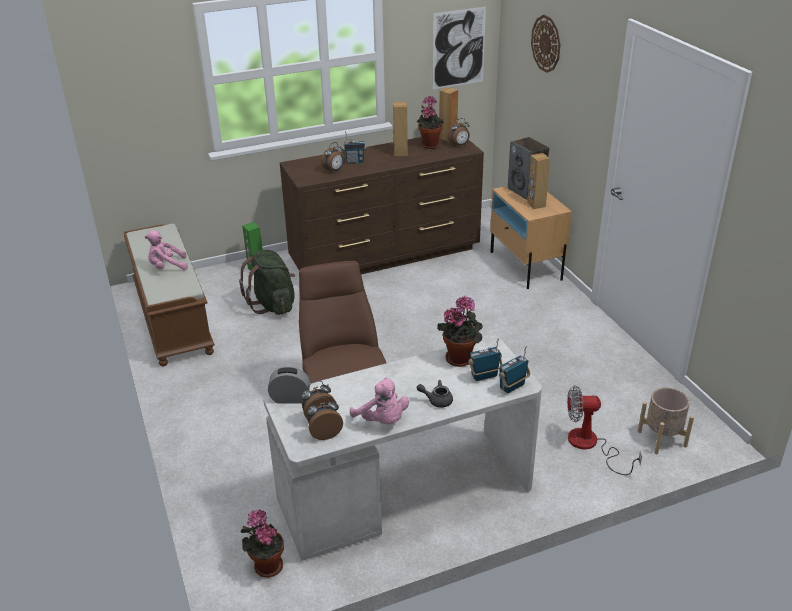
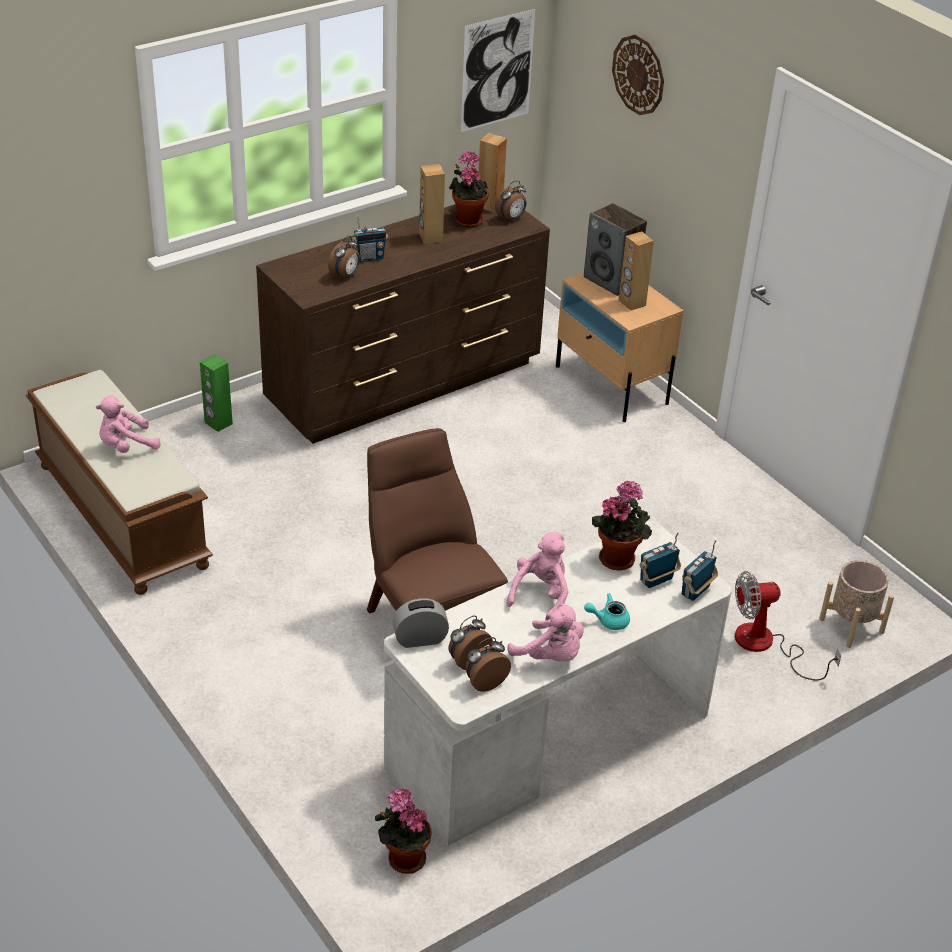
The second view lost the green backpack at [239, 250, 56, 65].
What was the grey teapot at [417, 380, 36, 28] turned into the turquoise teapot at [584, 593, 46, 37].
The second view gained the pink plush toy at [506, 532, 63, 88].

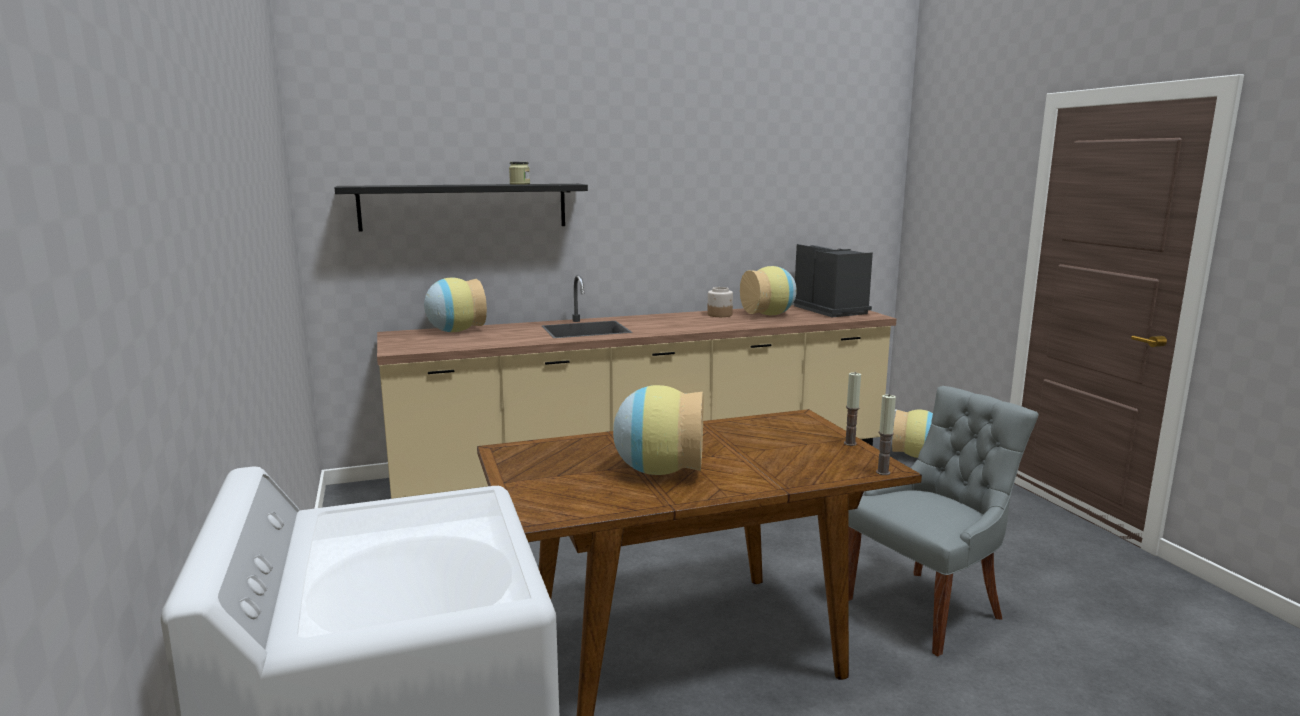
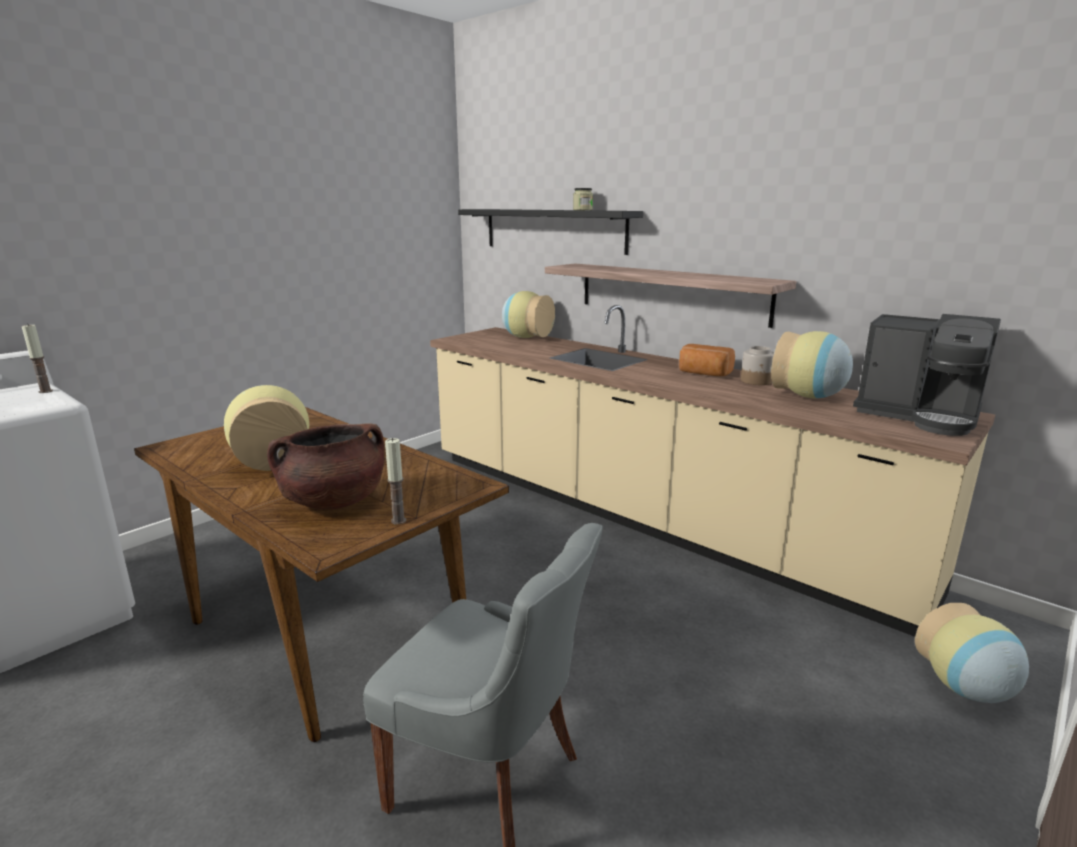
The coffee machine at [794, 244, 79, 73] ended up facing another way, 90 degrees clockwise from before.
The candle ended up elsewhere, having gone from [876, 394, 20, 81] to [22, 323, 31, 70].
The second view gained the brown cooking pot at [267, 423, 117, 86].
The second view gained the shelf at [545, 264, 252, 64].
The second view gained the bread at [679, 344, 56, 32].

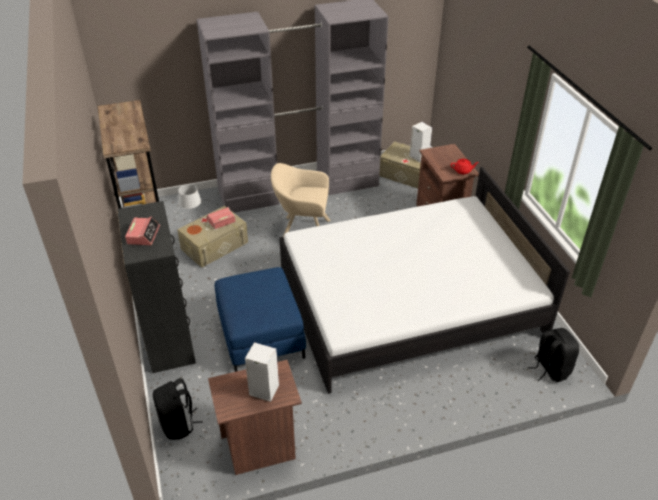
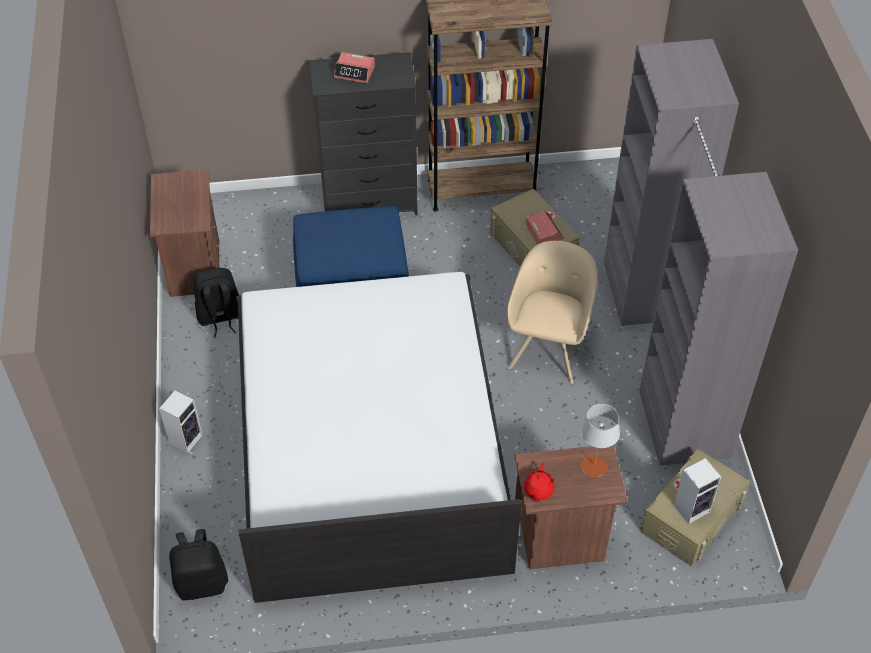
The black backpack ended up elsewhere, having gone from [153, 378, 50, 62] to [193, 268, 46, 70].
The grey table lamp ended up elsewhere, having gone from [178, 184, 24, 51] to [581, 404, 39, 73].
The speaker ended up elsewhere, having gone from [245, 342, 34, 60] to [159, 390, 44, 63].

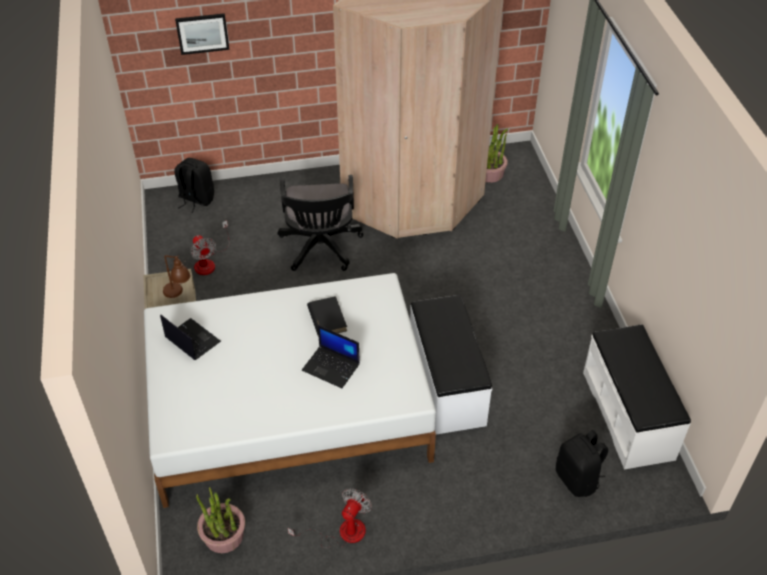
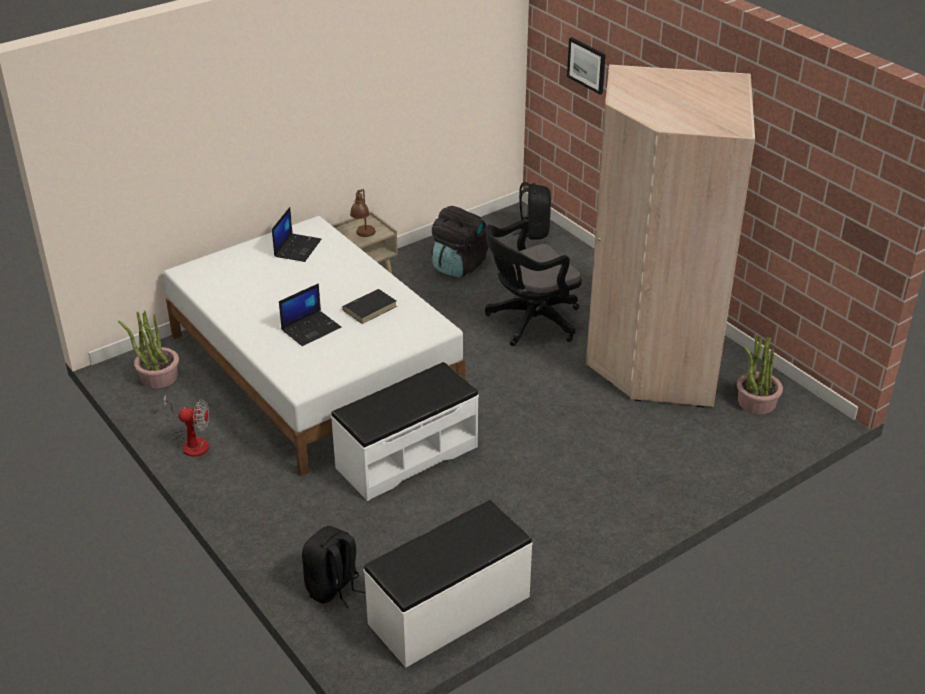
Where the fan stood at [190, 221, 39, 54], the black backpack came to stand at [431, 206, 57, 71].
The laptop at [302, 325, 58, 63] ended up facing another way, 135 degrees counterclockwise from before.

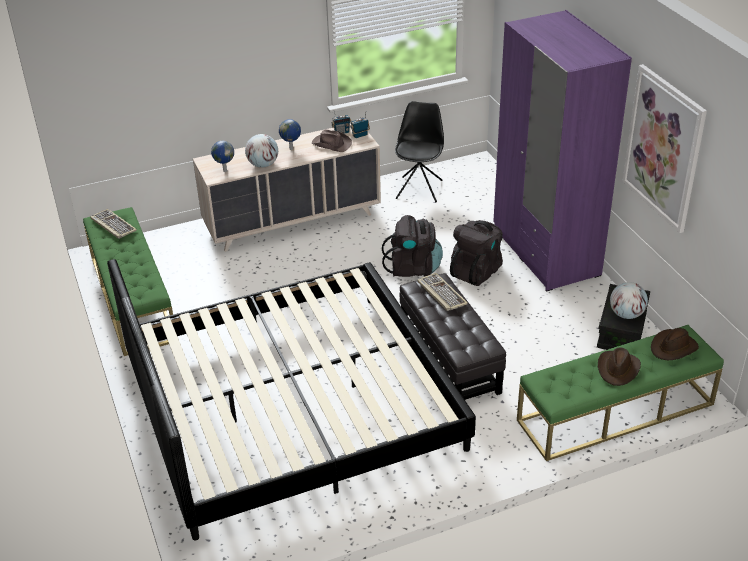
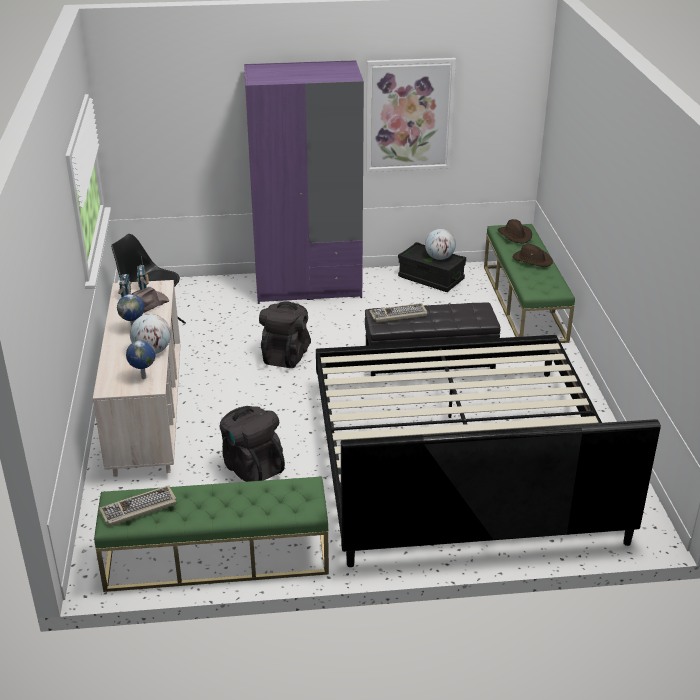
The black backpack ended up elsewhere, having gone from [450, 220, 53, 66] to [220, 406, 65, 76].

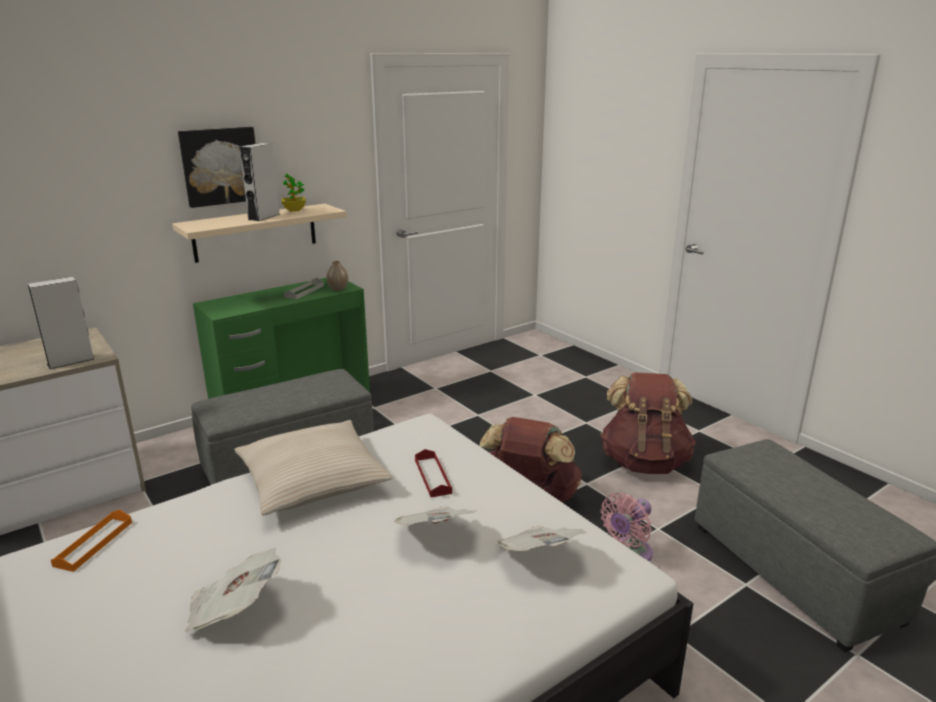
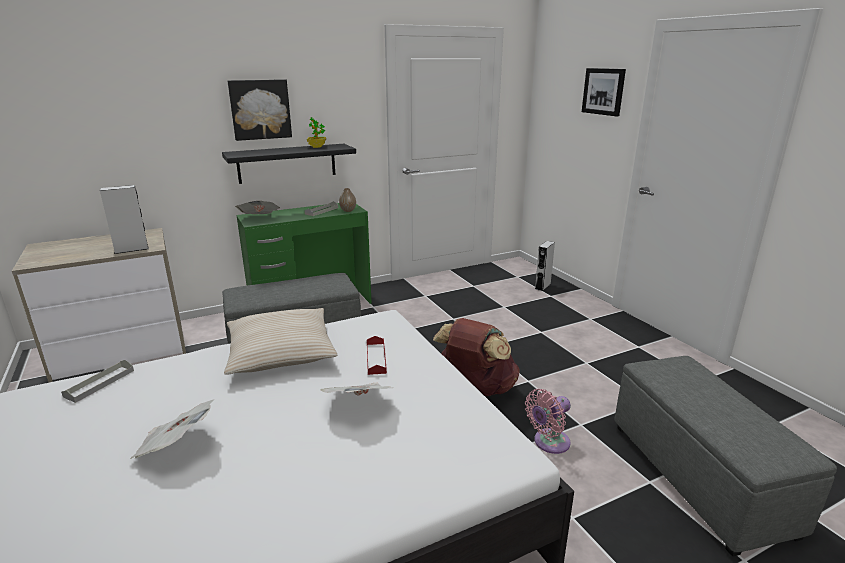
What was the orange tray at [51, 510, 81, 62] turned into the grey tray at [61, 360, 73, 43].
What was the beige shelf at [172, 204, 174, 59] turned into the black shelf at [222, 144, 134, 40].
The grey speaker ended up elsewhere, having gone from [239, 143, 41, 78] to [535, 241, 20, 50].
The newspaper ended up elsewhere, having gone from [497, 526, 90, 25] to [235, 201, 45, 13].
The second view lost the brown backpack at [600, 372, 96, 102].
The second view gained the picture at [582, 68, 44, 48].

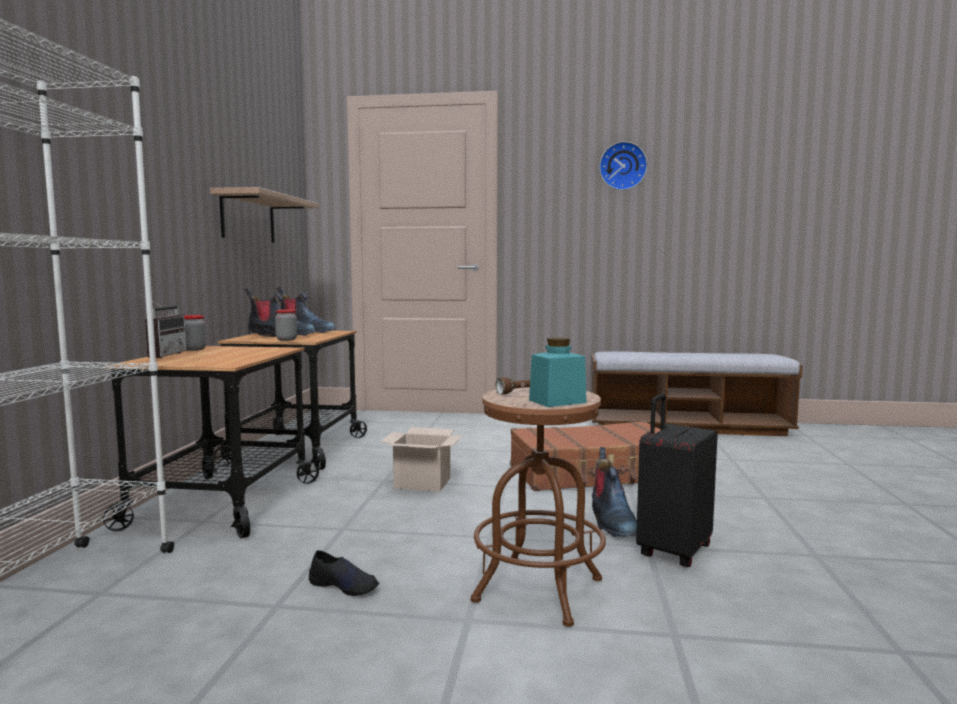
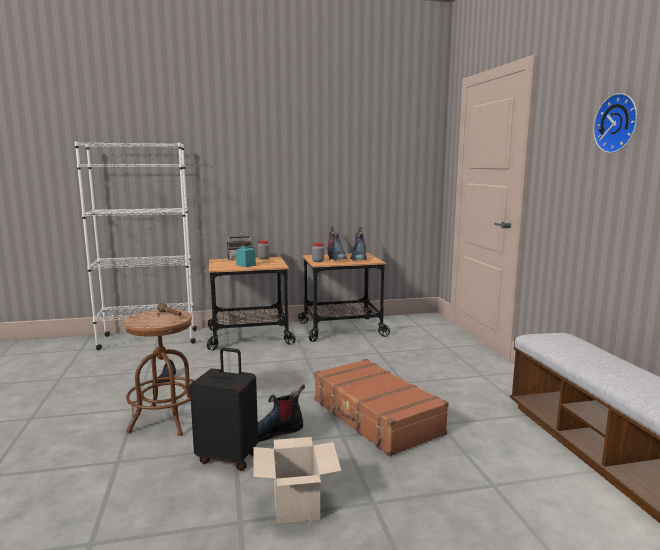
The second view lost the shelf at [210, 187, 108, 56].
The cardboard box ended up elsewhere, having gone from [381, 427, 81, 65] to [253, 437, 88, 87].
The turquoise jar ended up elsewhere, having gone from [529, 337, 58, 70] to [236, 243, 20, 24].

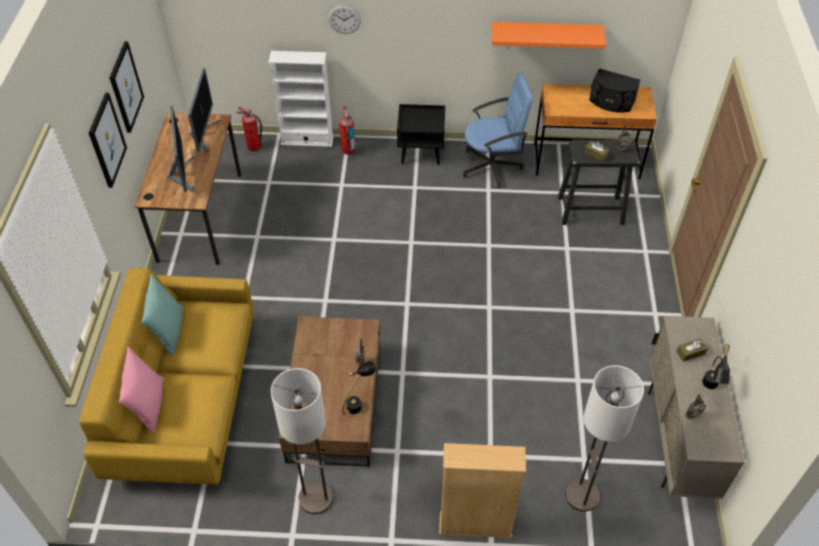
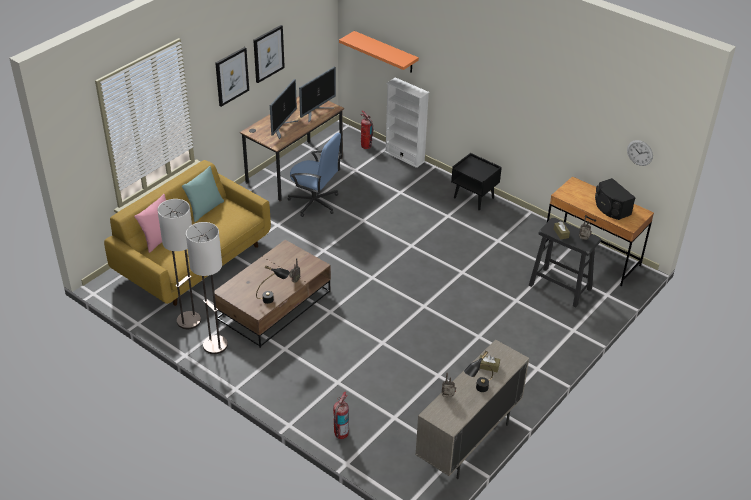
The wall clock ended up elsewhere, having gone from [328, 5, 33, 29] to [627, 140, 26, 26].
The fire extinguisher ended up elsewhere, having gone from [339, 106, 16, 49] to [333, 391, 16, 48].
The second view lost the beige bookcase at [439, 443, 87, 95].
The blue office chair ended up elsewhere, having gone from [463, 73, 70, 115] to [288, 133, 54, 84].
The orange shelf ended up elsewhere, having gone from [492, 22, 114, 27] to [339, 31, 80, 42].
The floor lamp ended up elsewhere, having gone from [565, 365, 79, 147] to [157, 199, 44, 130].

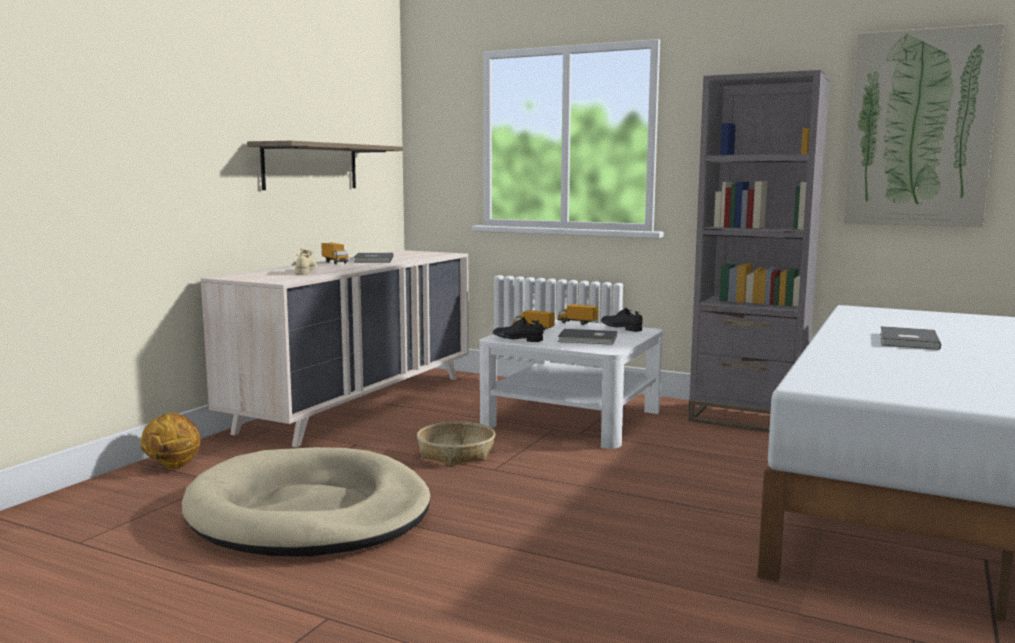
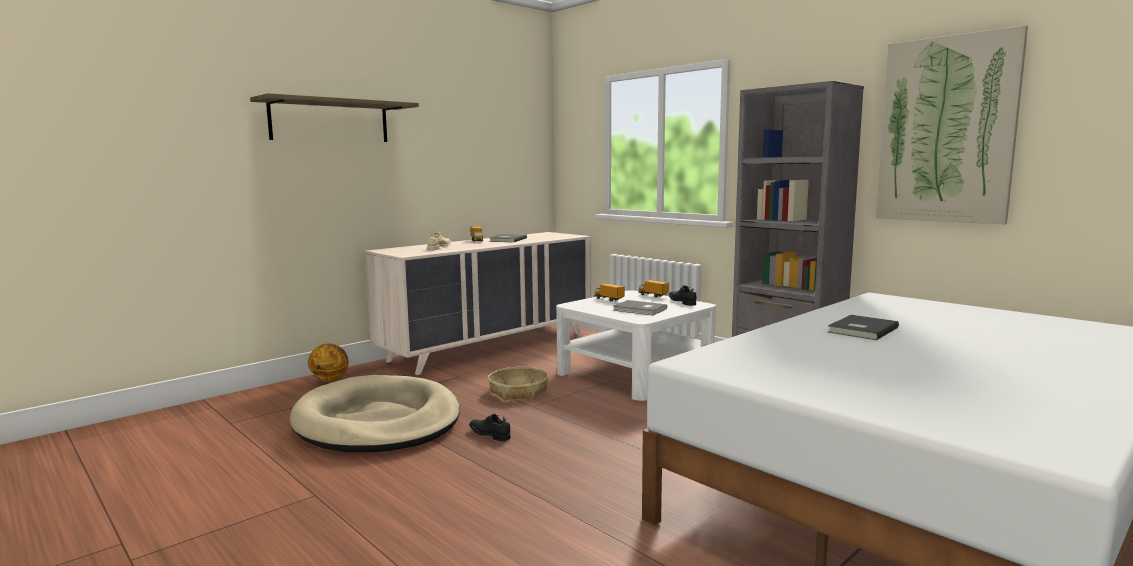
The shelf ended up elsewhere, having gone from [247, 141, 156, 49] to [250, 93, 169, 49].
The black shoe ended up elsewhere, having gone from [492, 317, 51, 25] to [469, 413, 41, 28].

